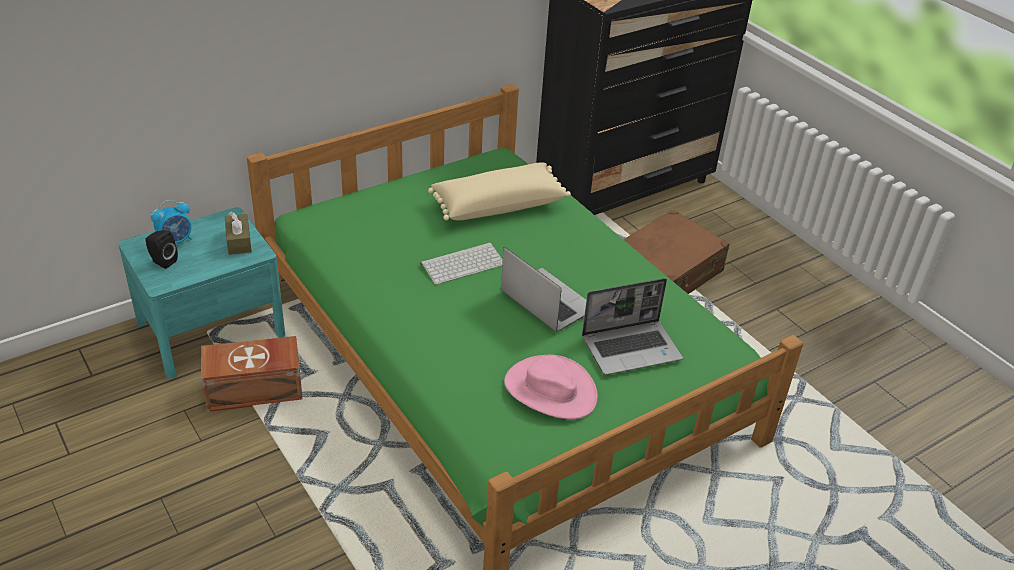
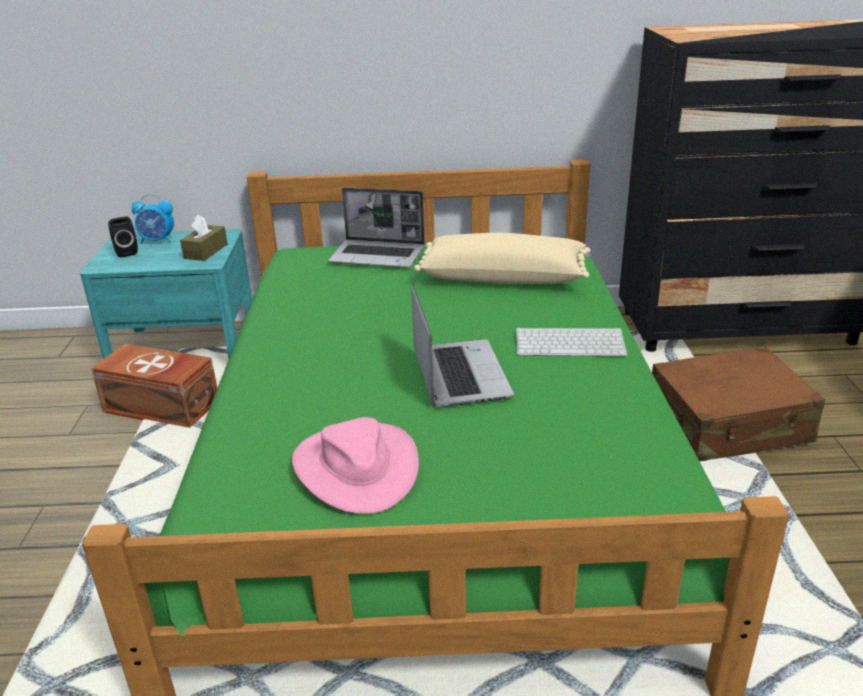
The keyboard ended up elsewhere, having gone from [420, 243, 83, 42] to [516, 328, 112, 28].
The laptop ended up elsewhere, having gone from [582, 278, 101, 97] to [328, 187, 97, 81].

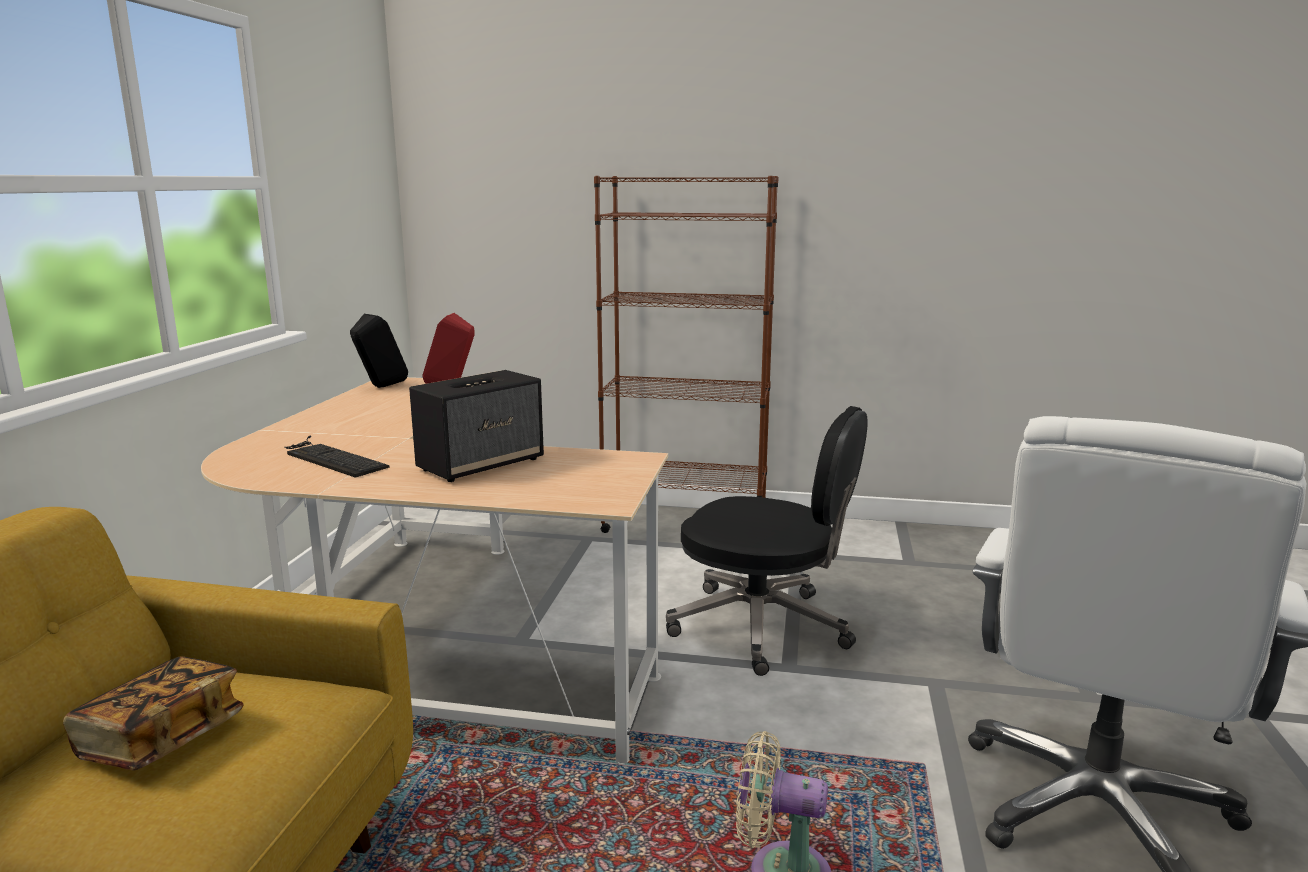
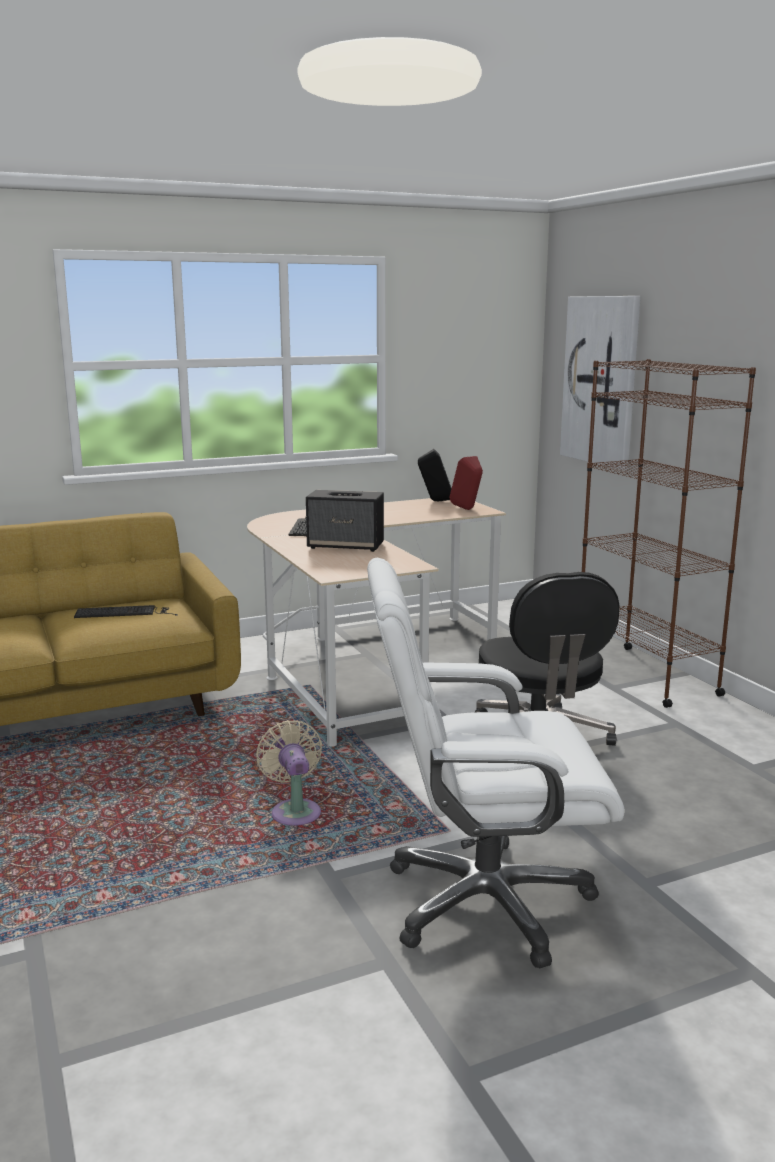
Where the book stood at [63, 657, 181, 113], the keyboard came to stand at [74, 605, 104, 13].
The second view gained the picture at [560, 296, 81, 174].

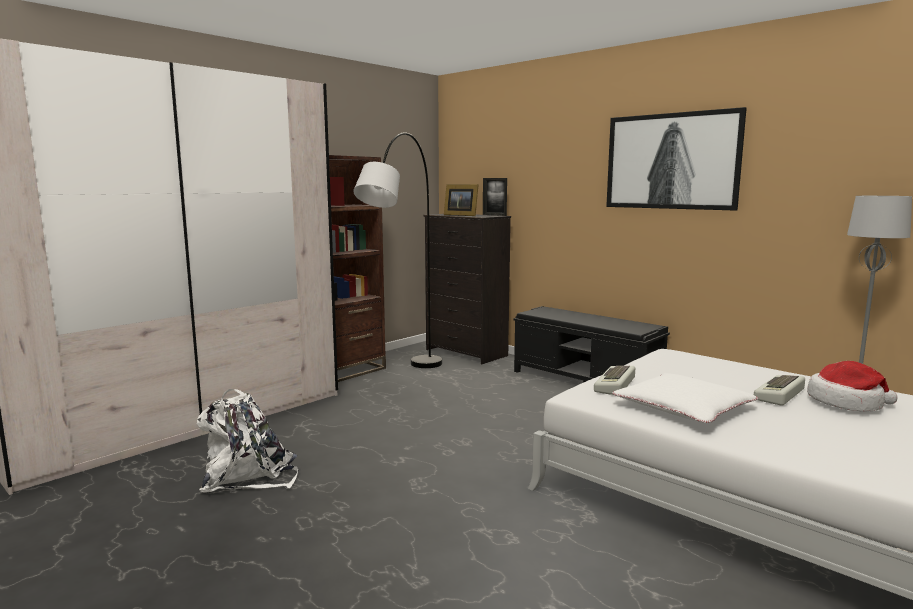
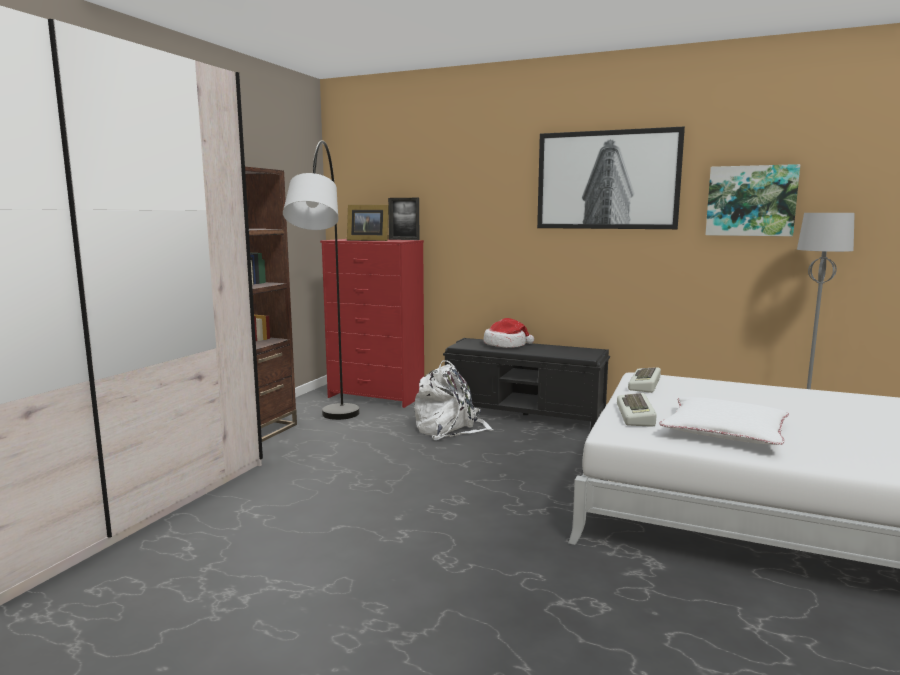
The white backpack ended up elsewhere, having gone from [197, 389, 101, 104] to [414, 360, 79, 80].
What was the black dresser at [424, 214, 87, 150] turned into the red dresser at [320, 239, 104, 169].
The keyboard ended up elsewhere, having gone from [754, 375, 51, 31] to [628, 367, 33, 26].
The hat ended up elsewhere, having gone from [807, 361, 91, 51] to [483, 318, 51, 30].
The second view gained the picture at [705, 164, 95, 72].

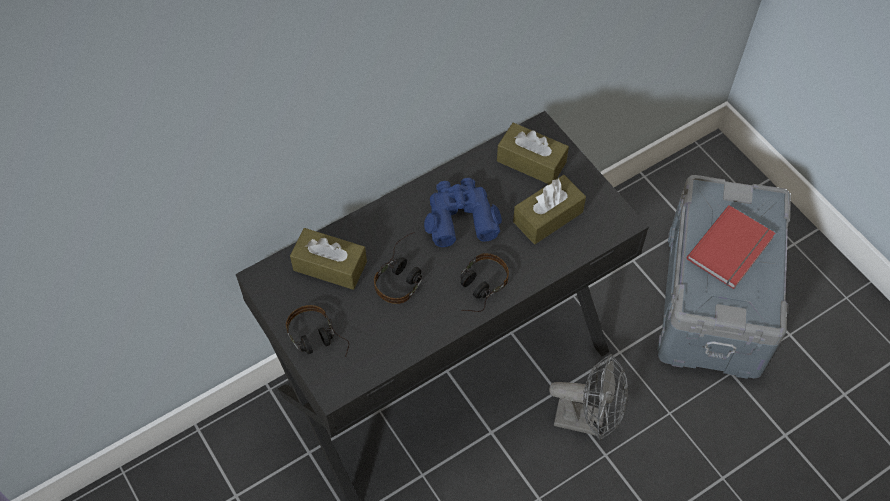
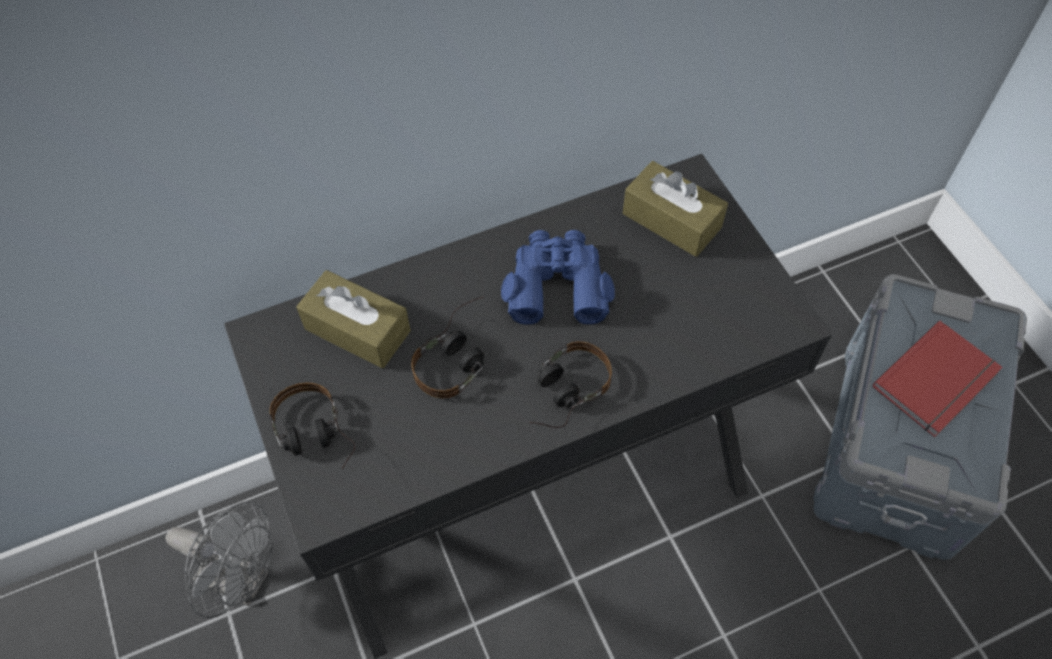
The second view lost the brown tissue box at [513, 175, 73, 69].
The grey fan ended up elsewhere, having gone from [549, 354, 79, 86] to [166, 501, 107, 117].

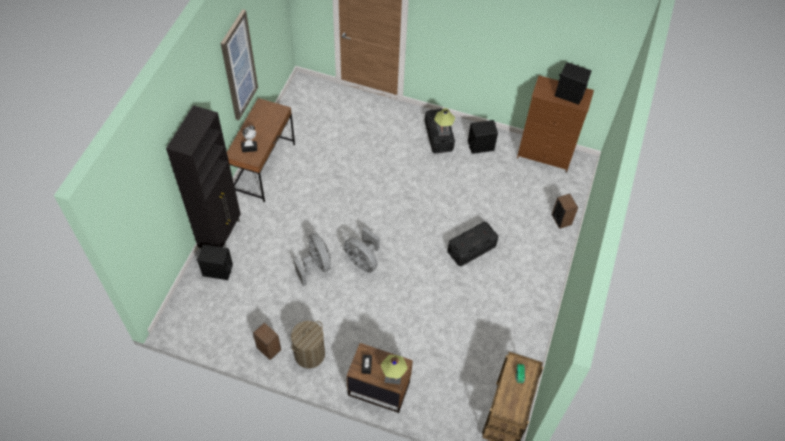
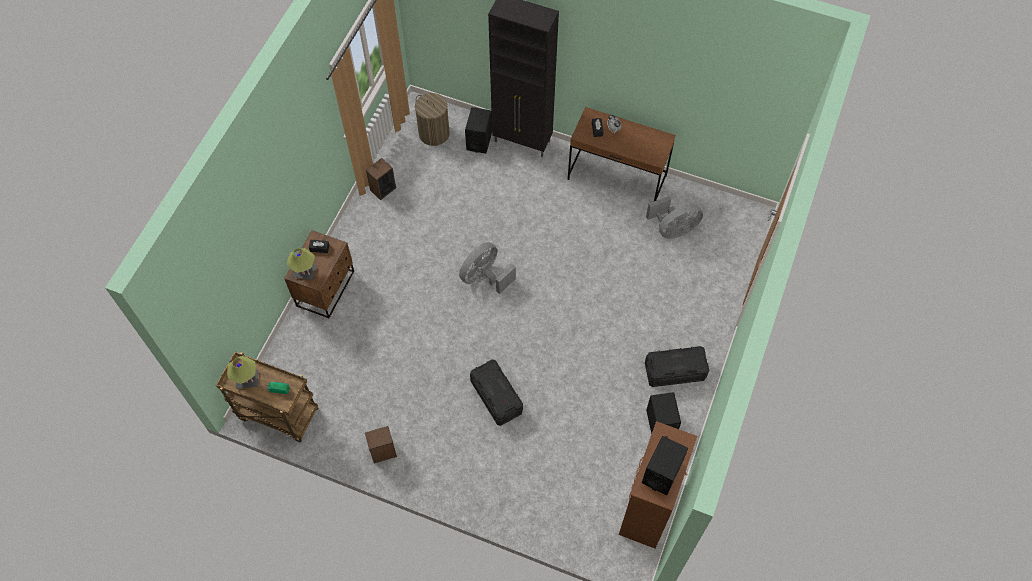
The second view lost the picture at [221, 9, 37, 111].
The laundry basket ended up elsewhere, having gone from [291, 321, 34, 47] to [415, 93, 35, 53].
The grey fan ended up elsewhere, having gone from [294, 233, 37, 53] to [646, 196, 57, 43].
The table lamp ended up elsewhere, having gone from [434, 108, 21, 28] to [227, 356, 31, 33].
The speaker ended up elsewhere, having gone from [552, 194, 26, 35] to [365, 426, 32, 38].

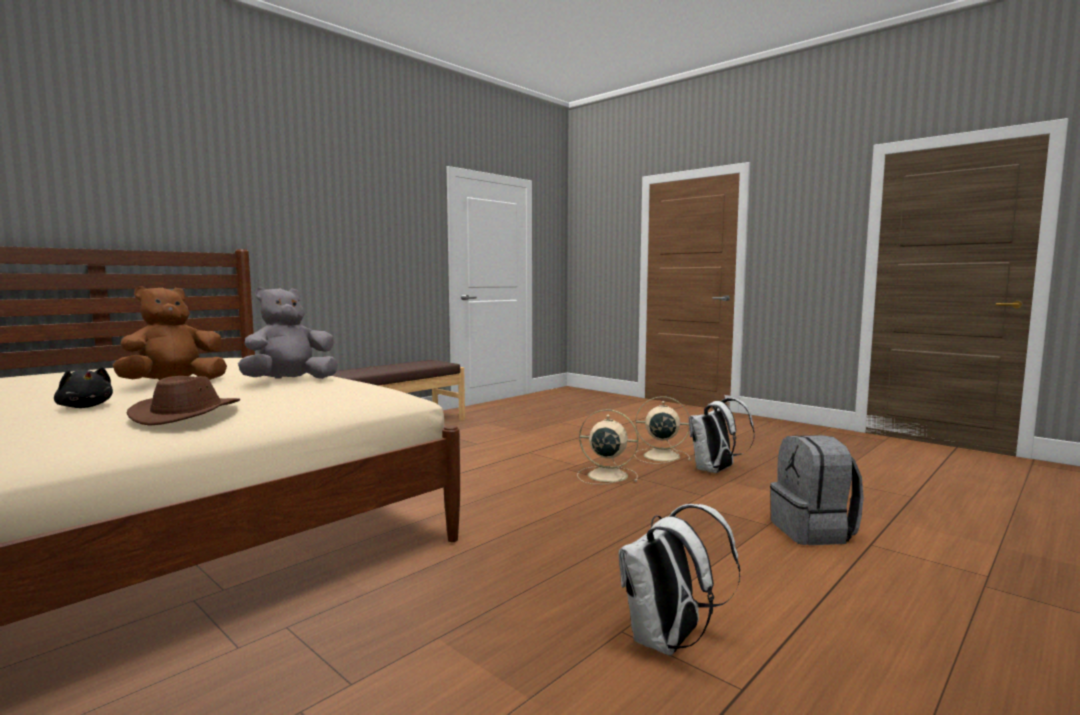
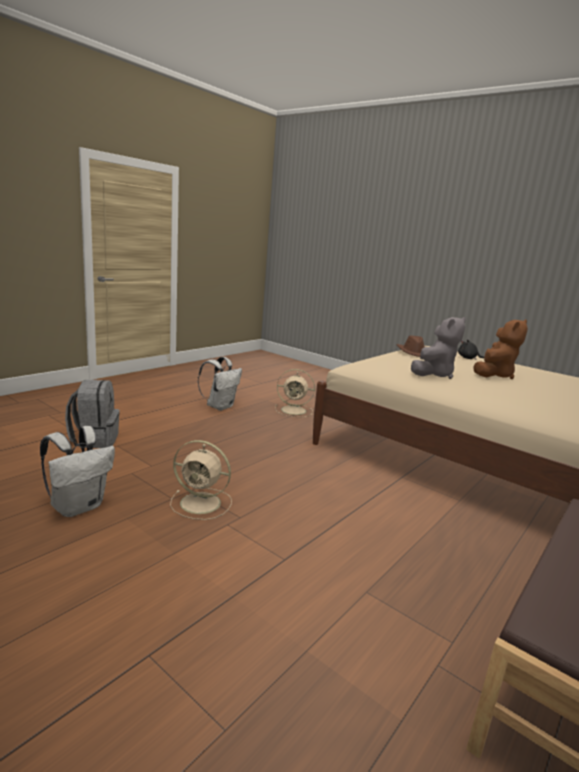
The beige fan ended up elsewhere, having gone from [634, 396, 57, 68] to [275, 369, 40, 48].

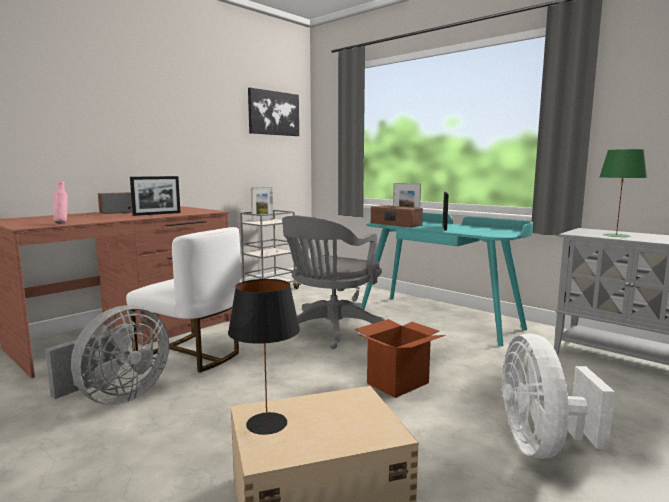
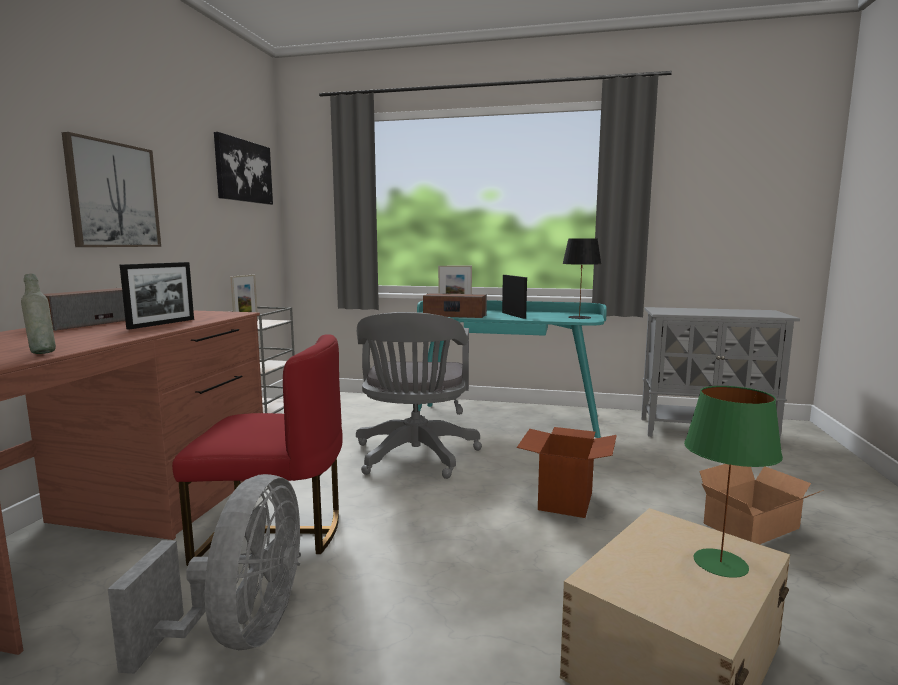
What was the pink bottle at [54, 180, 14, 44] turned into the grey bottle at [21, 274, 35, 80].
What was the white chair at [126, 227, 115, 145] turned into the red chair at [172, 334, 171, 232].
The black table lamp ended up elsewhere, having gone from [228, 279, 72, 156] to [562, 238, 39, 81].
Where the white fan stood at [501, 333, 114, 126], the cardboard box came to stand at [699, 464, 125, 80].
The green table lamp ended up elsewhere, having gone from [600, 149, 47, 88] to [684, 386, 99, 192].
The second view gained the picture at [62, 132, 99, 115].

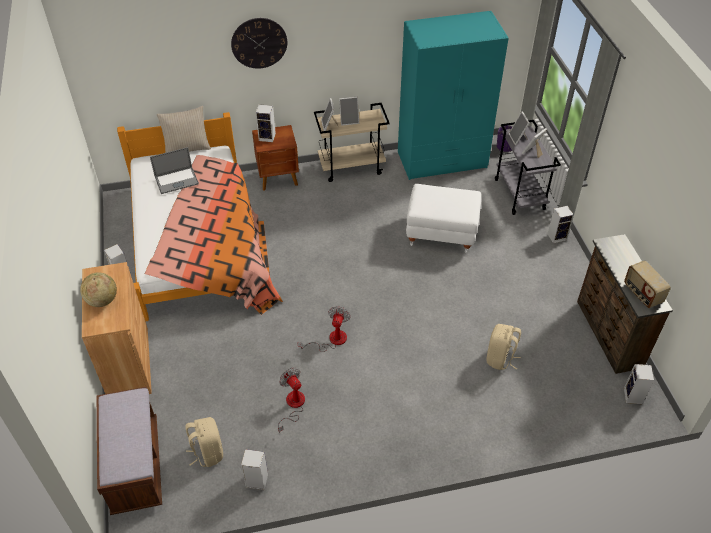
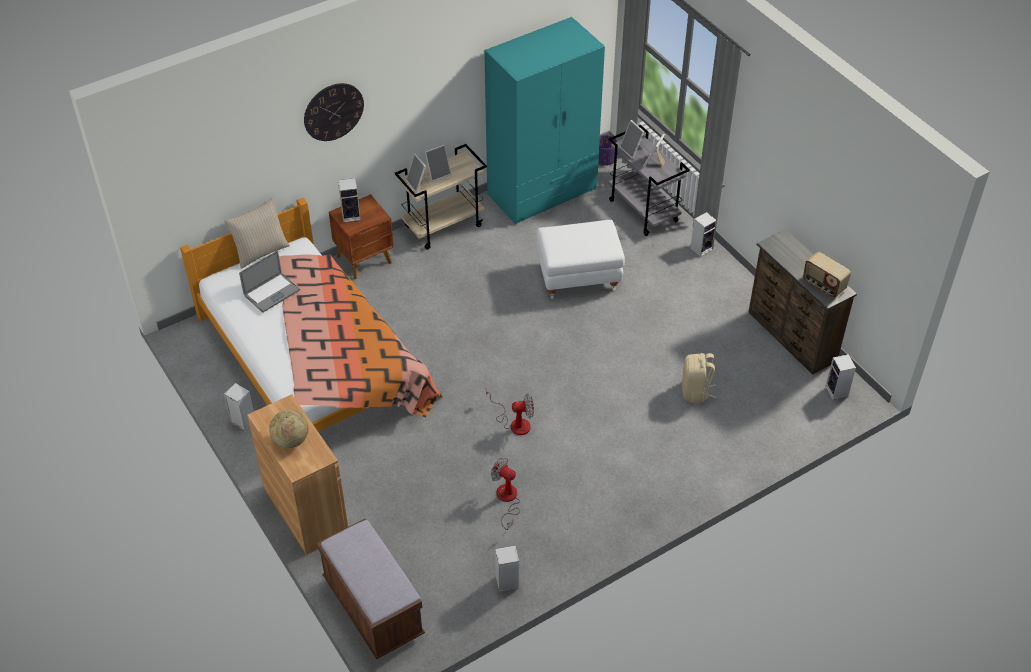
The second view lost the beige backpack at [185, 417, 38, 50].
The fan at [297, 306, 54, 46] ended up facing another way, 90 degrees clockwise from before.

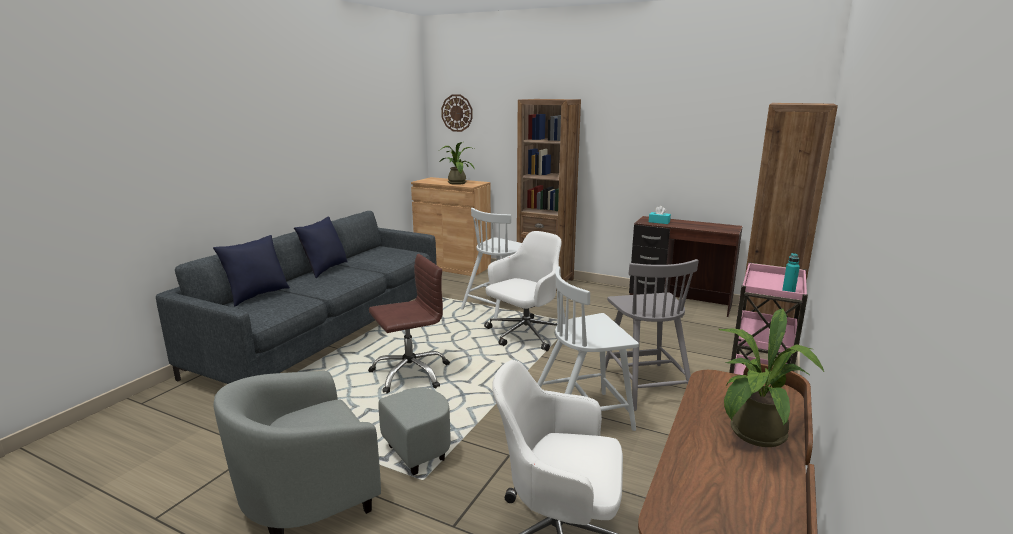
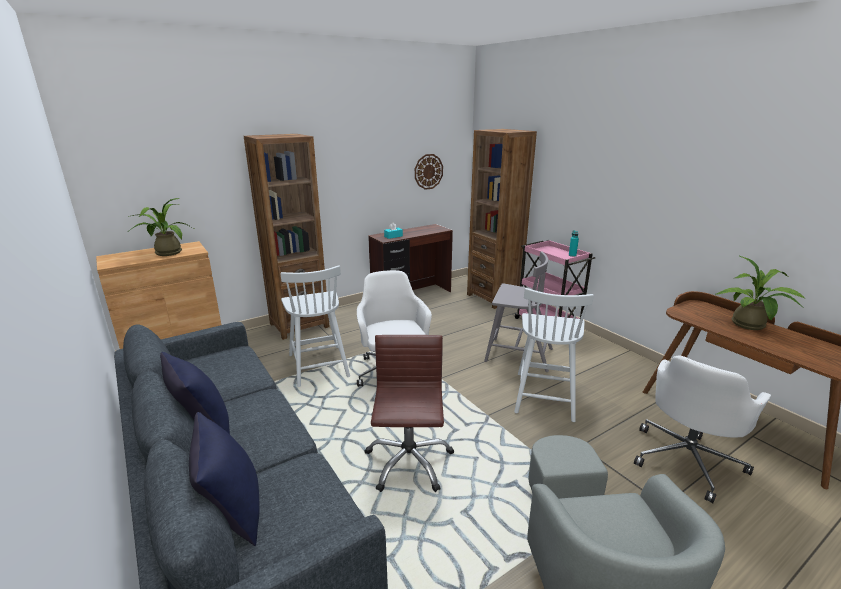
The wall clock ended up elsewhere, having gone from [441, 94, 32, 38] to [415, 154, 28, 36].

